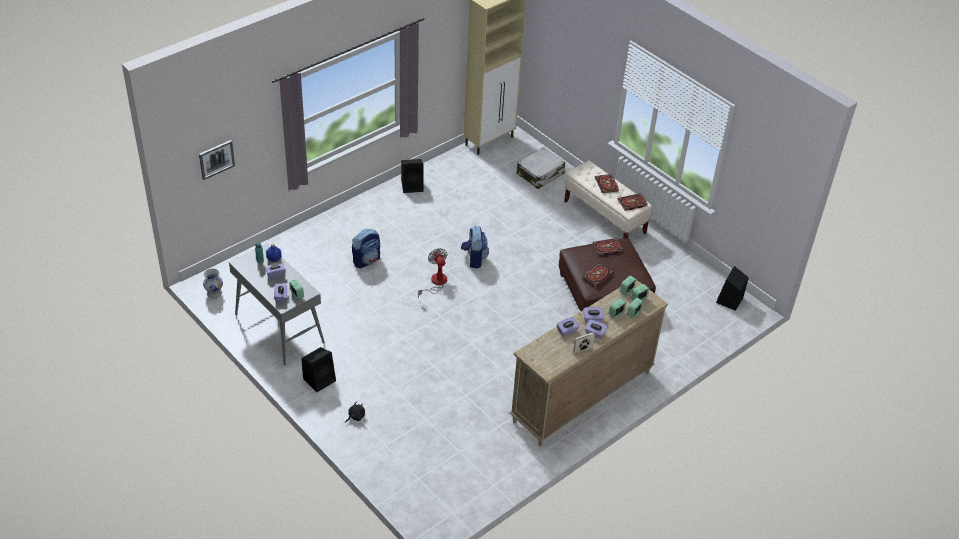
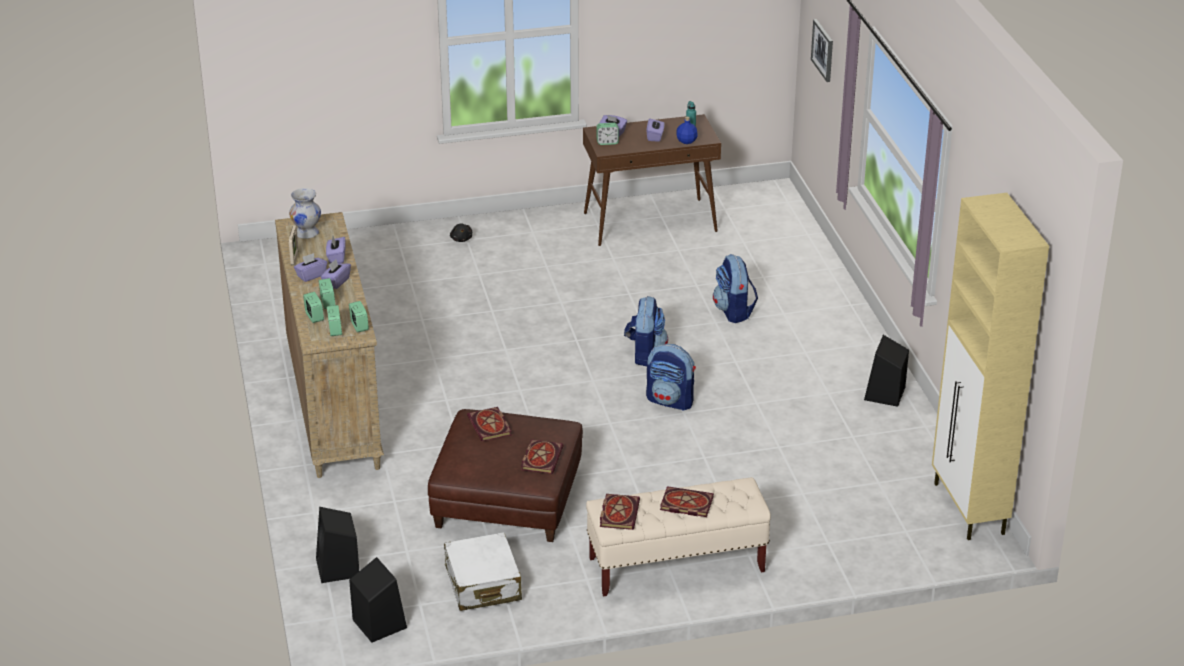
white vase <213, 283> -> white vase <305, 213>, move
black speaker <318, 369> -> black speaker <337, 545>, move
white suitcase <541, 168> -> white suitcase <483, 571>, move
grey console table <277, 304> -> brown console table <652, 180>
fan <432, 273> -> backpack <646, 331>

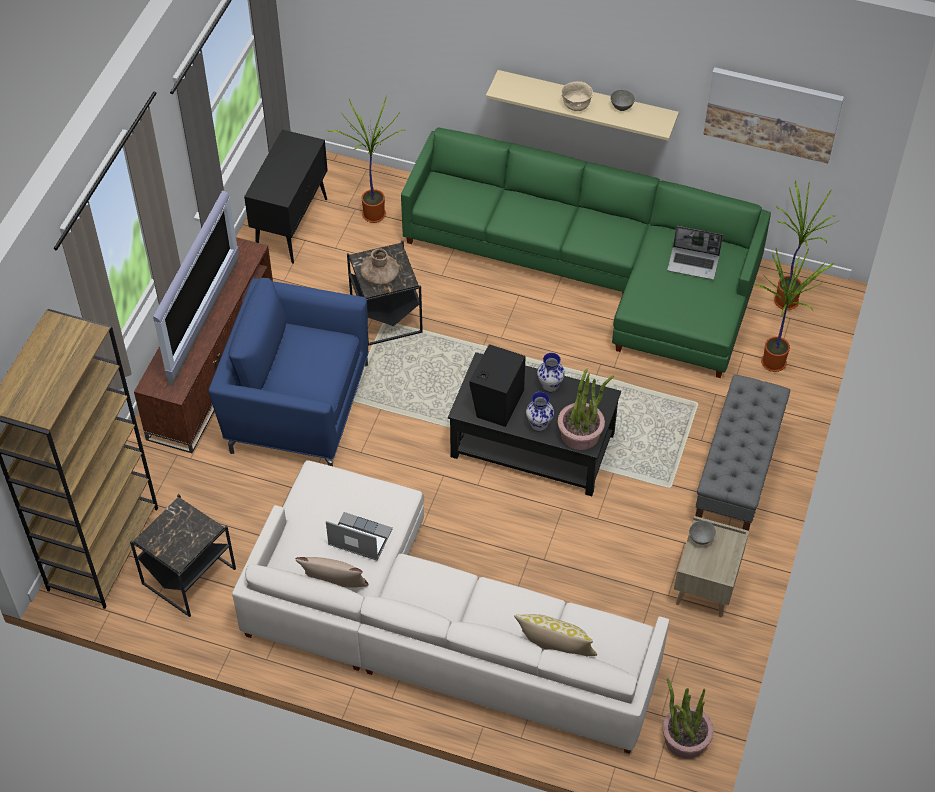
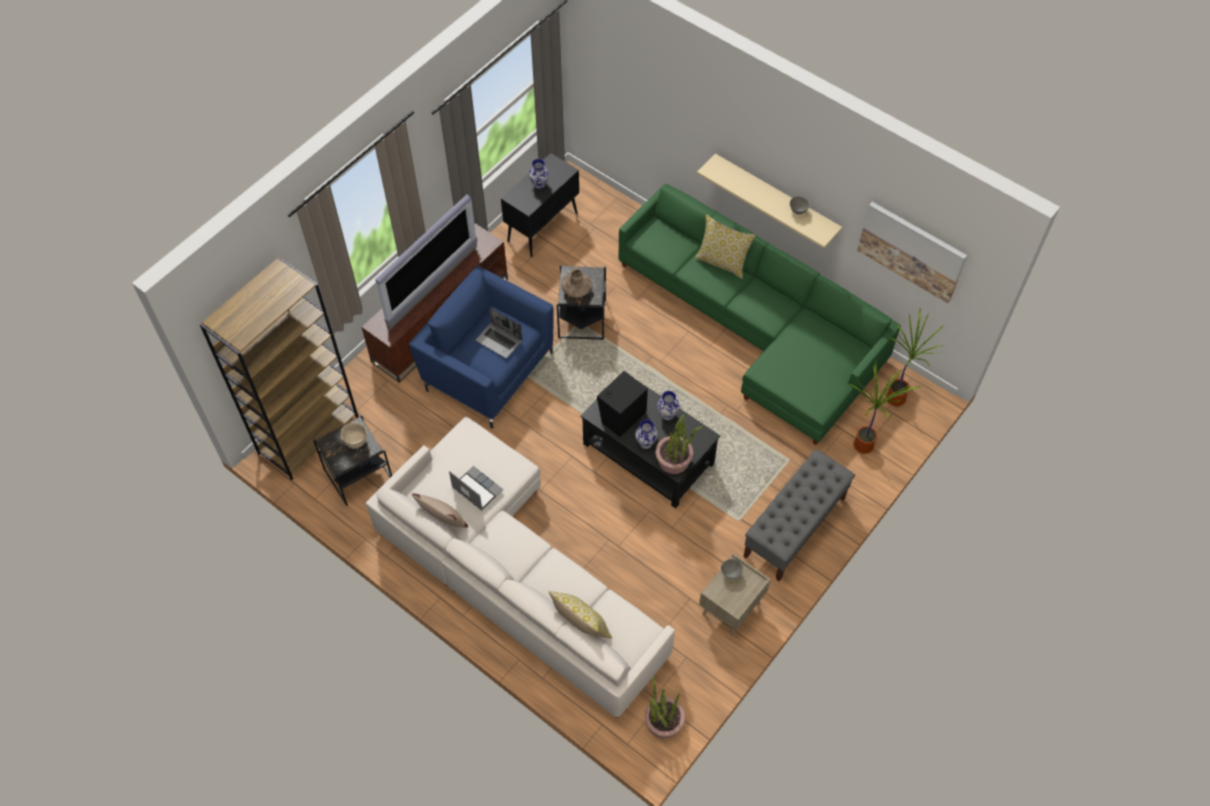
beige bowl <577, 96> -> beige bowl <354, 435>, move
laptop <695, 253> -> laptop <499, 333>, move
none -> vase <539, 174>
none -> pillow <725, 247>
potted plant <365, 159> -> none

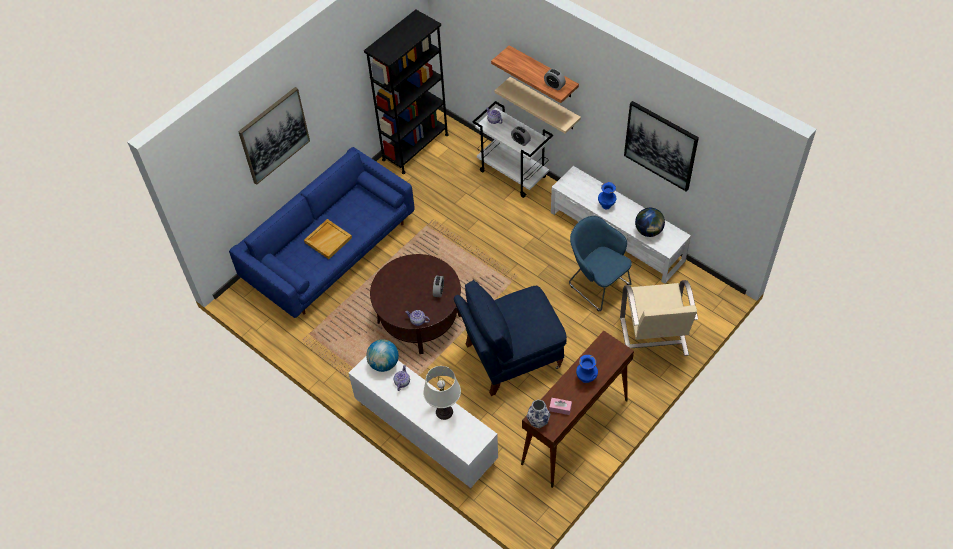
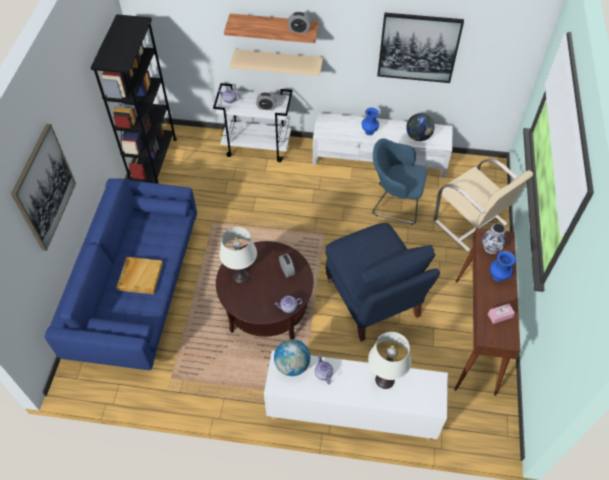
none -> white table lamp <238, 255>
blue armchair <510, 338> -> blue armchair <382, 282>, 60 degrees counterclockwise
vase <538, 413> -> vase <494, 238>, move

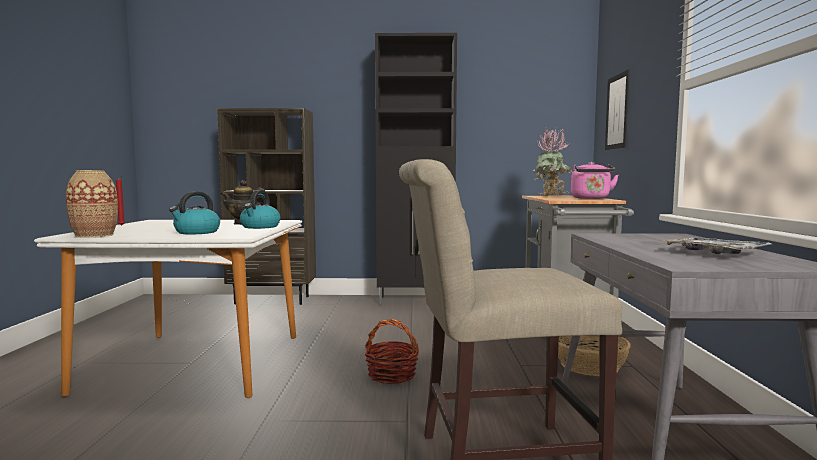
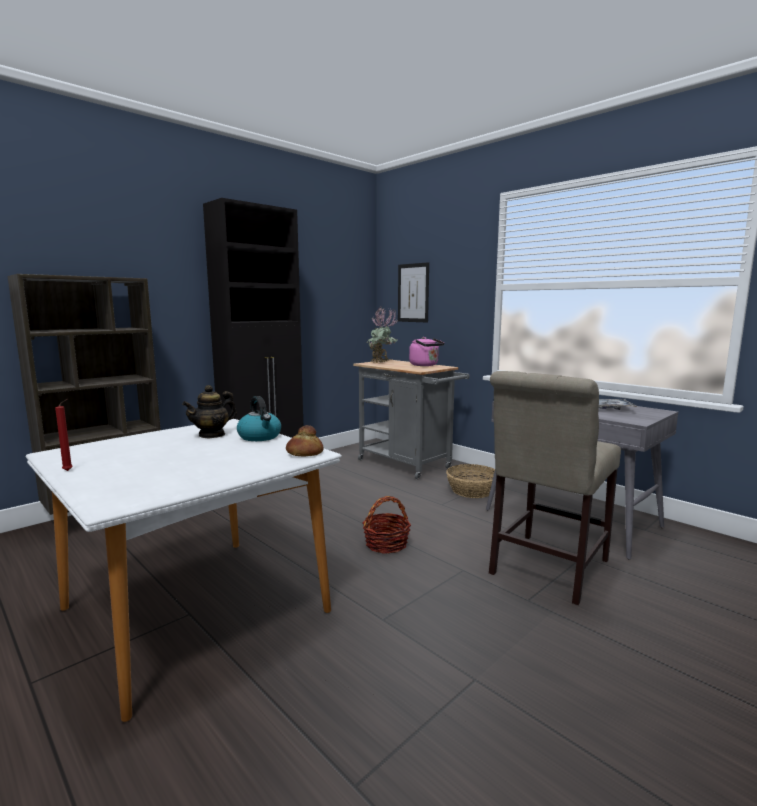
none -> bread <305, 440>
vase <92, 204> -> none
kettle <194, 212> -> none

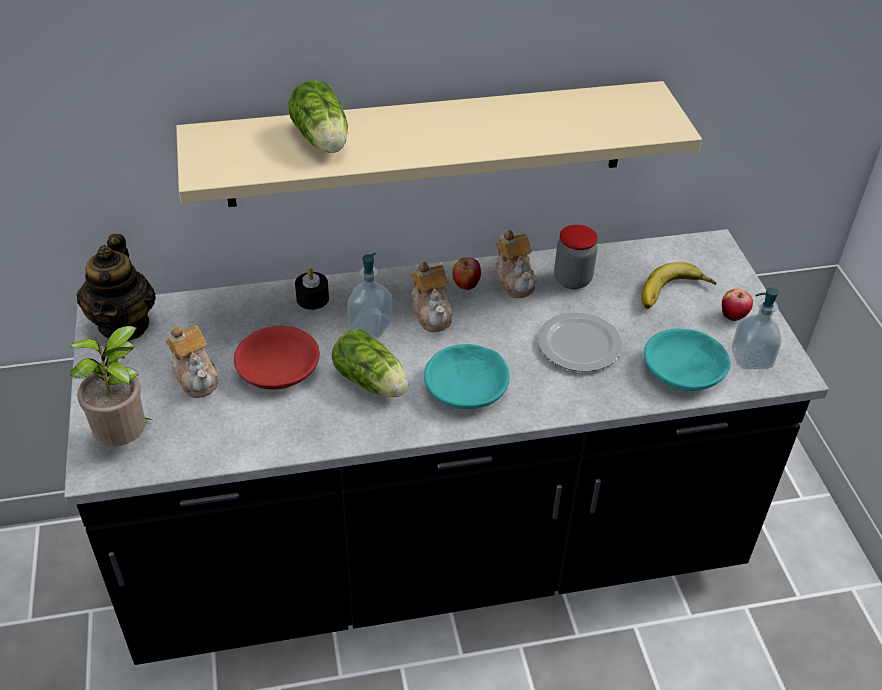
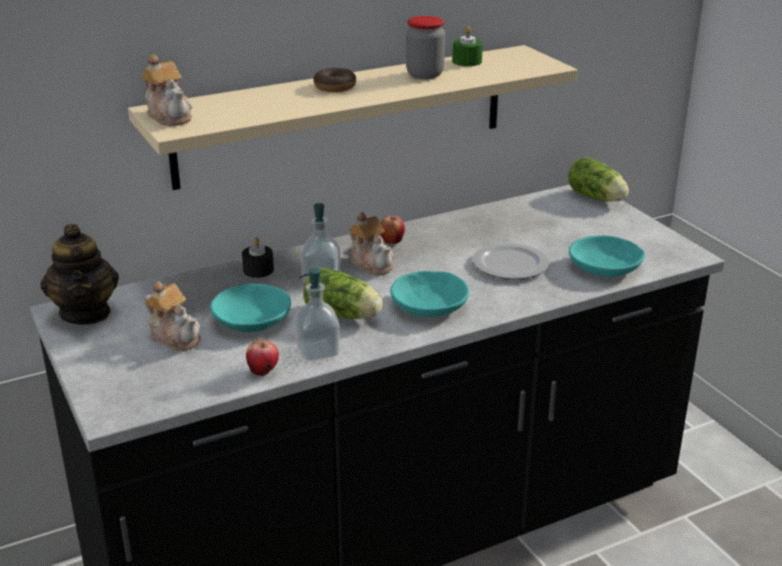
teapot <516, 264> -> teapot <166, 90>, move
red bowl <277, 358> -> turquoise bowl <250, 308>
apple <737, 305> -> apple <262, 358>, move
soap dispenser <757, 328> -> soap dispenser <317, 314>, move
none -> donut <334, 80>
jar <576, 257> -> jar <425, 47>, move
none -> green candle <467, 46>
lettuce <318, 116> -> lettuce <598, 179>, move
potted plant <112, 386> -> none
banana <679, 285> -> none

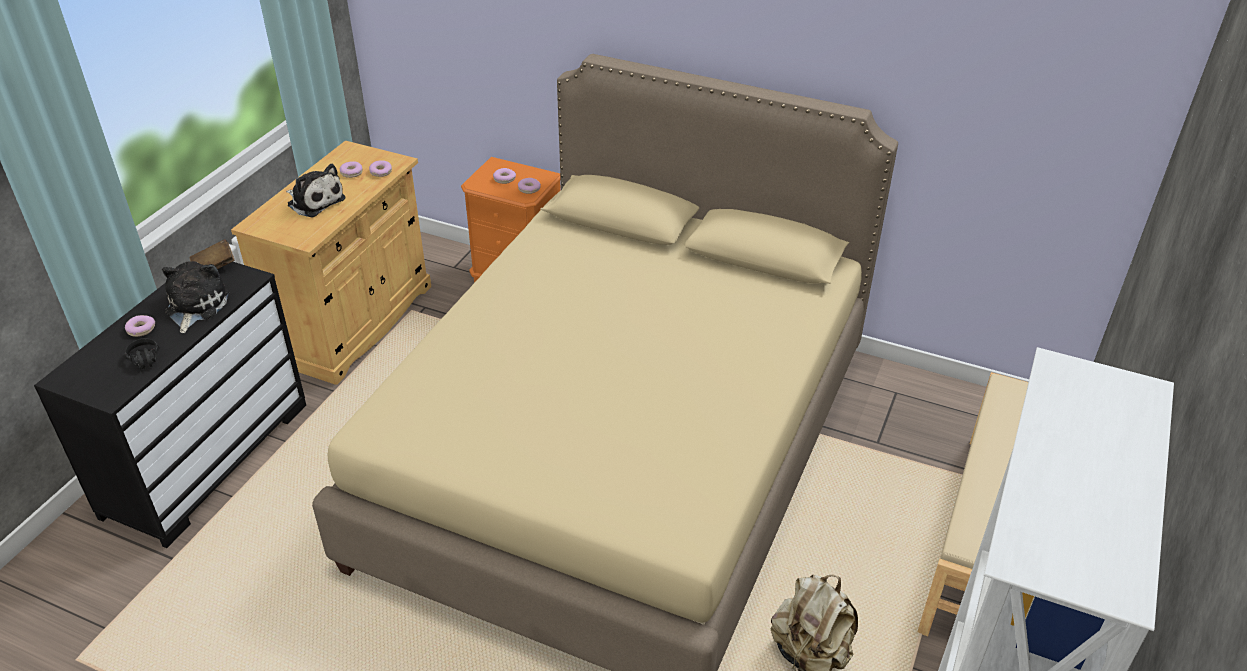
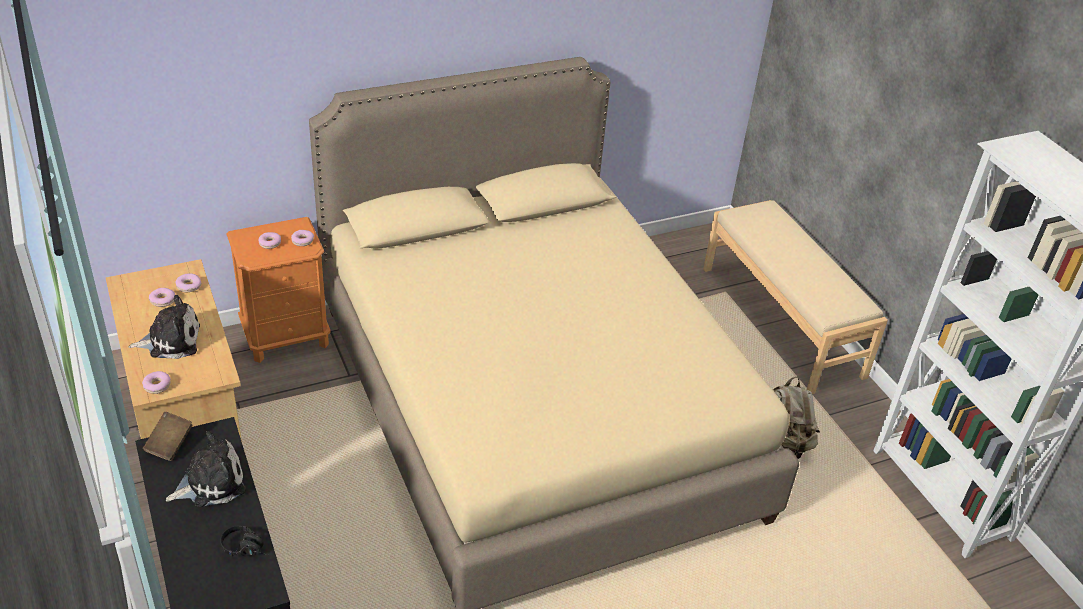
donut <140, 326> -> donut <156, 382>, move
plush toy <195, 297> -> plush toy <206, 469>, 105 degrees clockwise

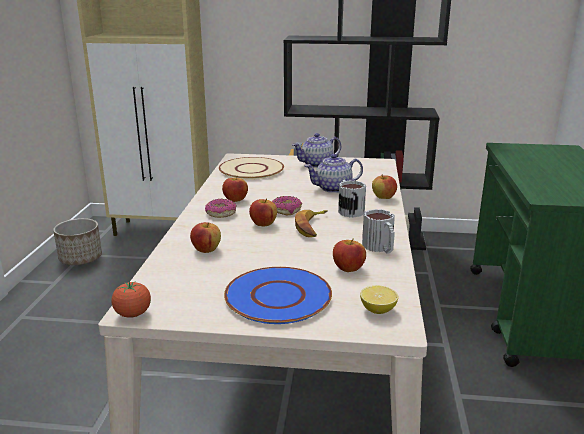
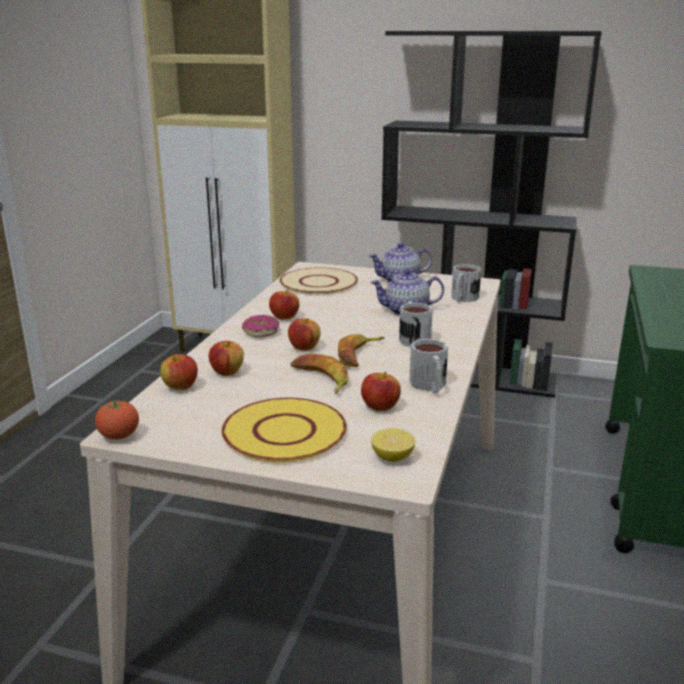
apple <384, 186> -> apple <179, 371>, move
blue plate <278, 295> -> yellow plate <284, 430>
none -> banana <319, 374>
none -> mug <466, 283>
planter <77, 241> -> none
donut <287, 206> -> none

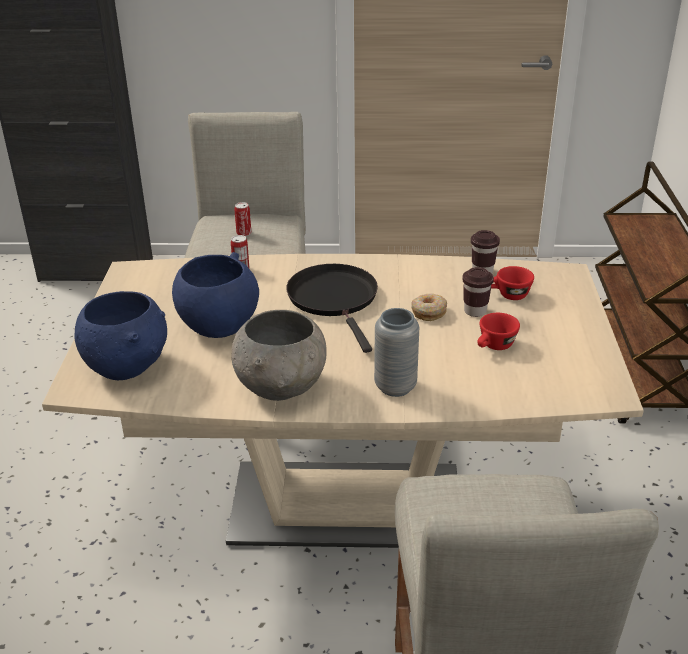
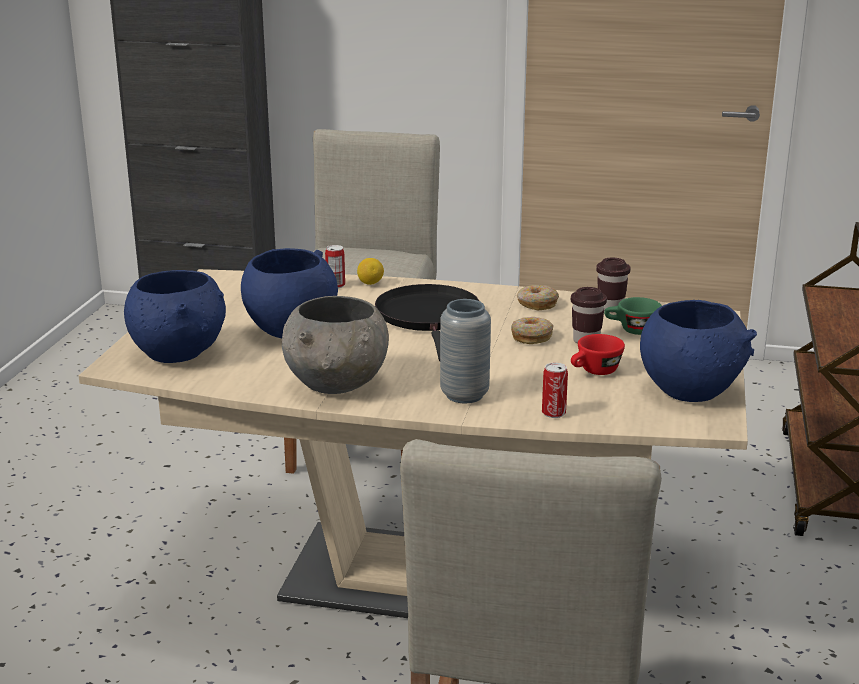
none -> lemon <370, 271>
none -> donut <538, 298>
can <242, 219> -> can <555, 390>, move
red cup <512, 283> -> green cup <633, 316>
none -> blue bowl <698, 351>

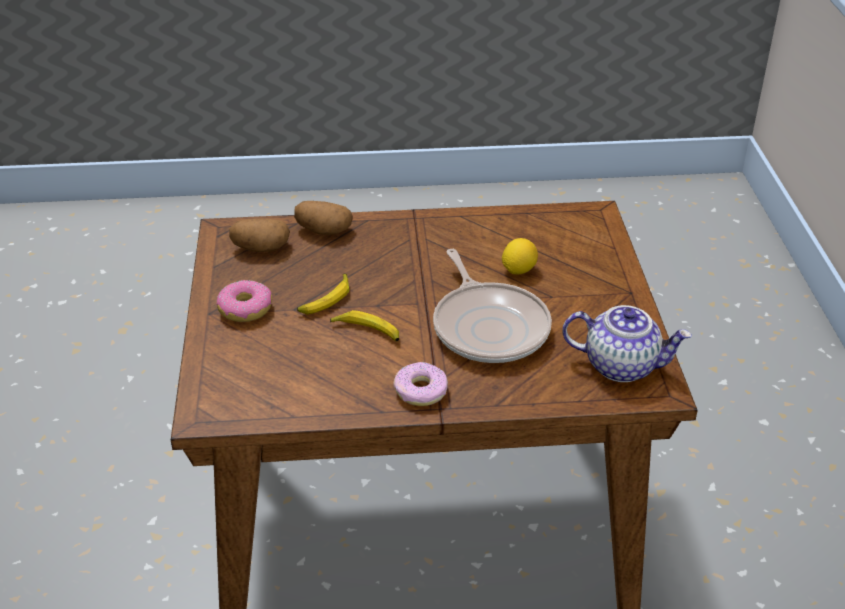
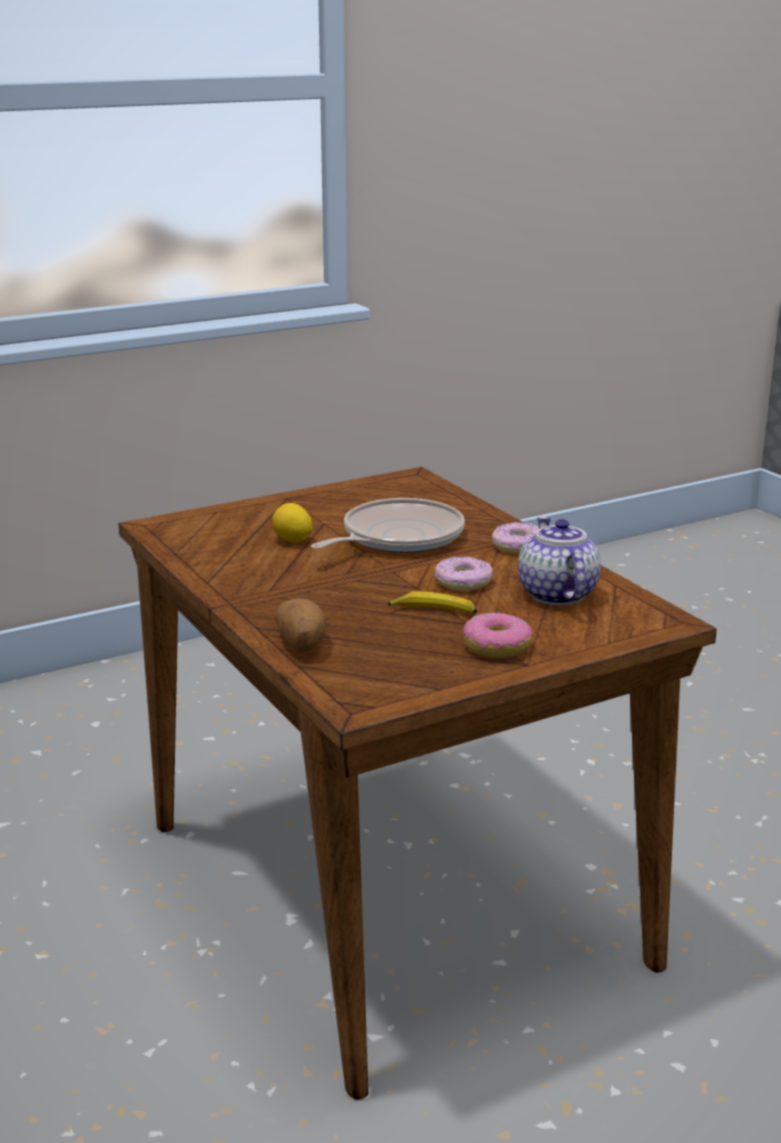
banana <364, 326> -> donut <464, 573>
teapot <627, 343> -> teapot <559, 561>, move
potato <259, 235> -> none

